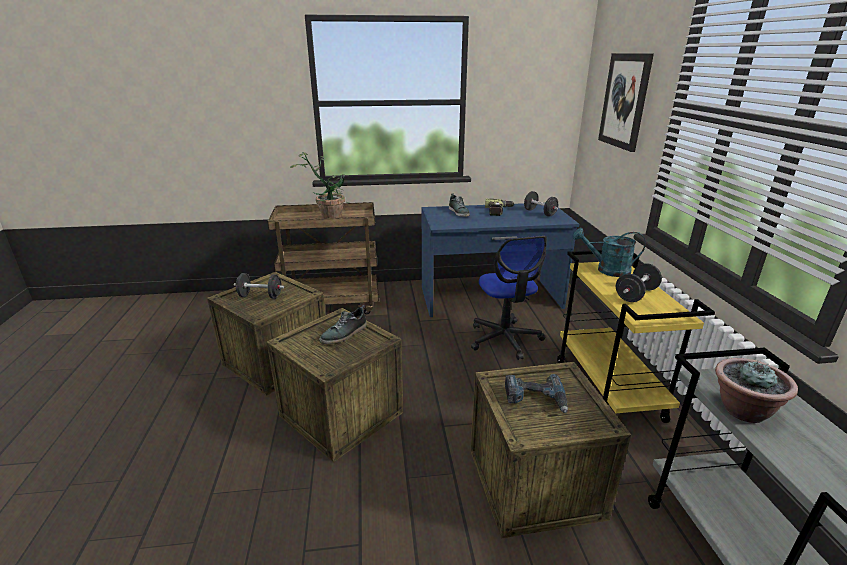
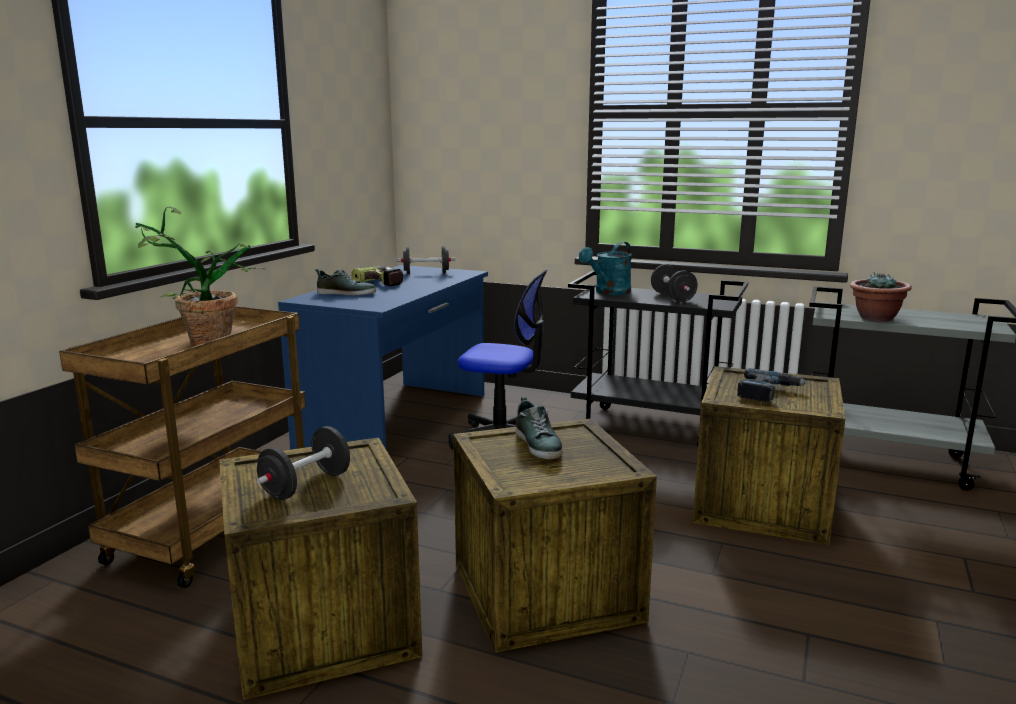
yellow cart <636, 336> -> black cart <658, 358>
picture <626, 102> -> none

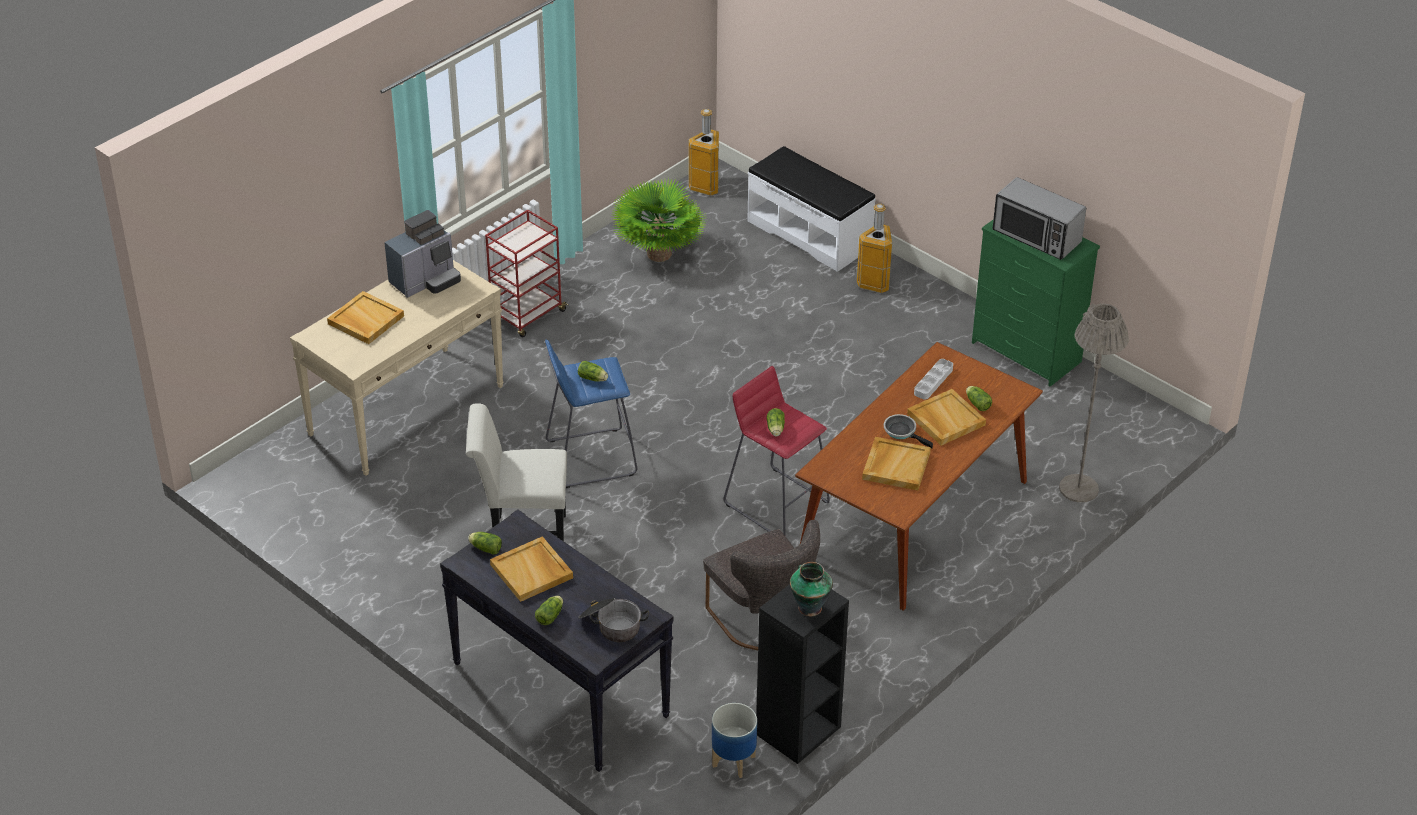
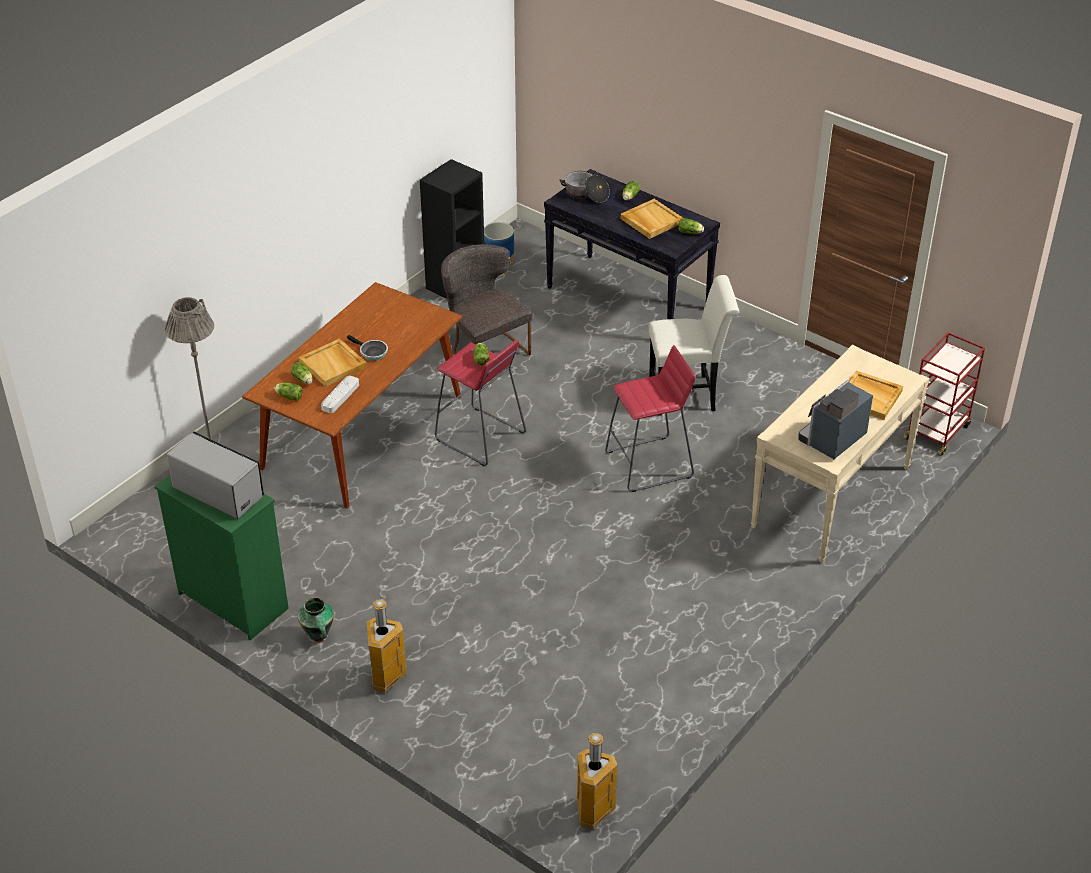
lettuce <593, 371> -> lettuce <288, 391>, move
vase <811, 589> -> vase <316, 620>, move
blue stool <591, 414> -> red stool <650, 418>
red cart <527, 274> -> red cart <944, 394>, move
potted plant <658, 220> -> none
white bench <811, 209> -> none
beige tray <896, 464> -> none

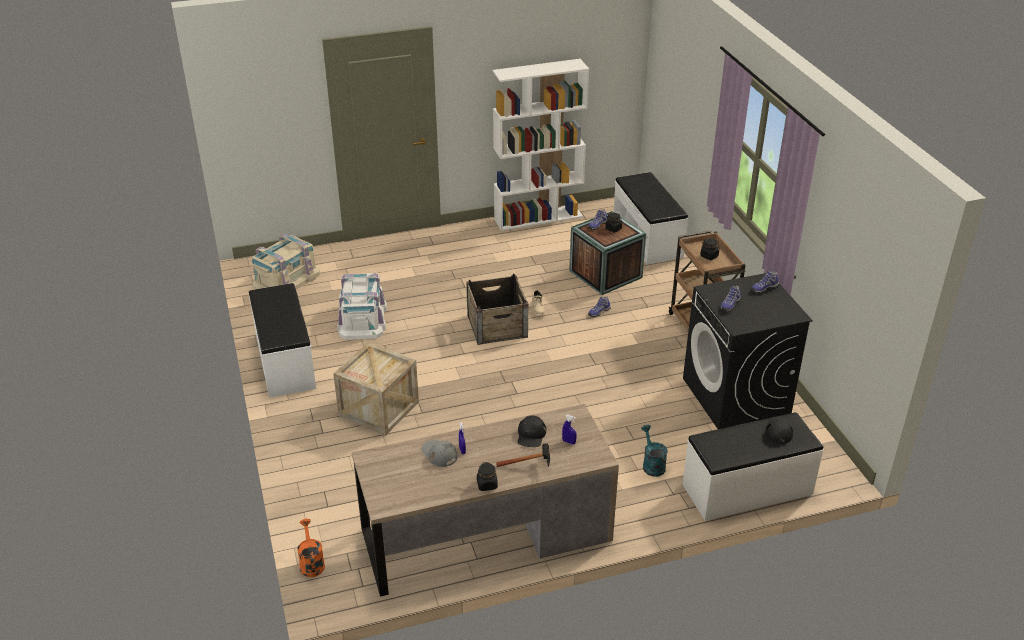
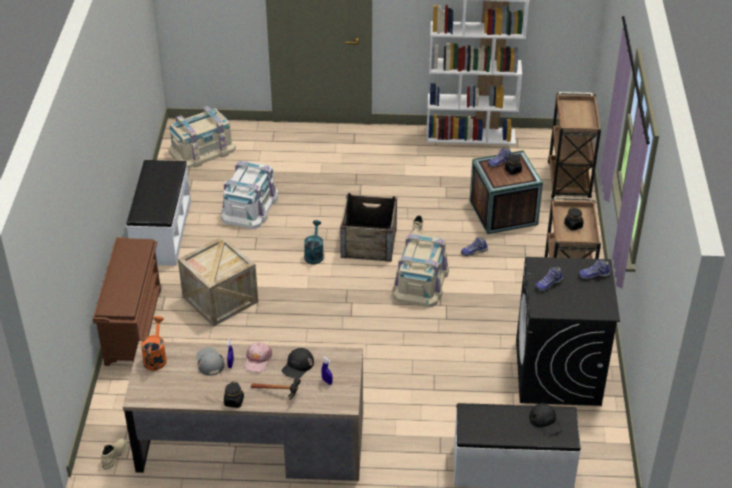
none -> brown shoe rack <127, 301>
none -> beige boot <114, 454>
orange watering can <311, 548> -> orange watering can <154, 343>, move
none -> pink cap <258, 357>
turquoise watering can <654, 451> -> turquoise watering can <314, 242>, move
none -> beige storage box <421, 270>
black cap <779, 430> -> black cap <545, 419>, 120 degrees clockwise
white bench <651, 218> -> brown cart <574, 145>

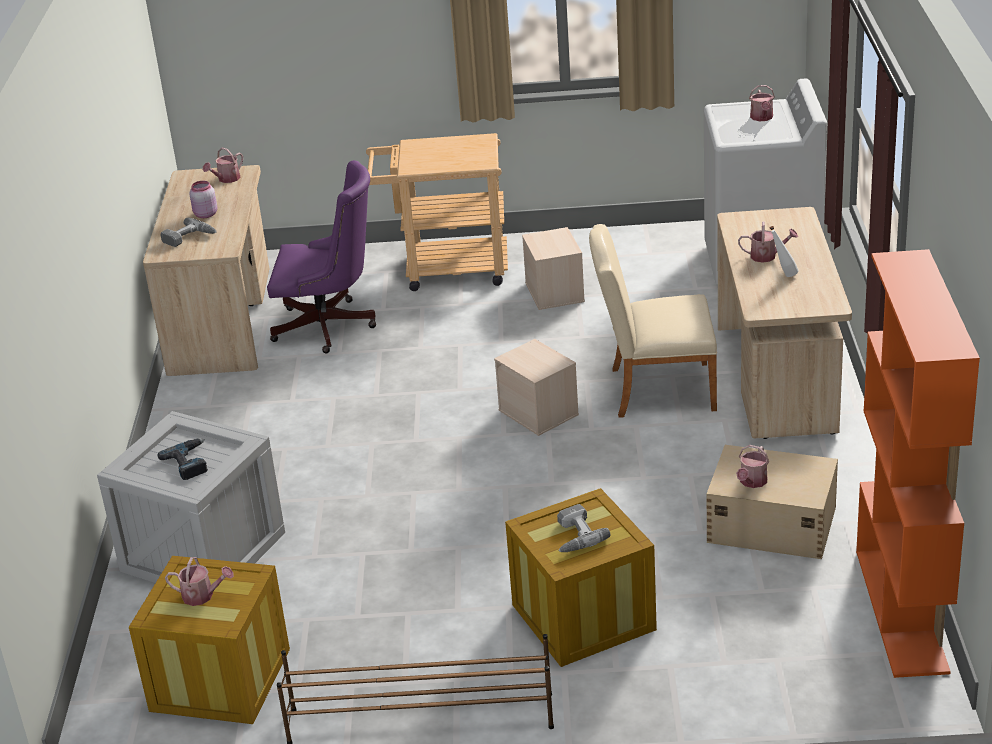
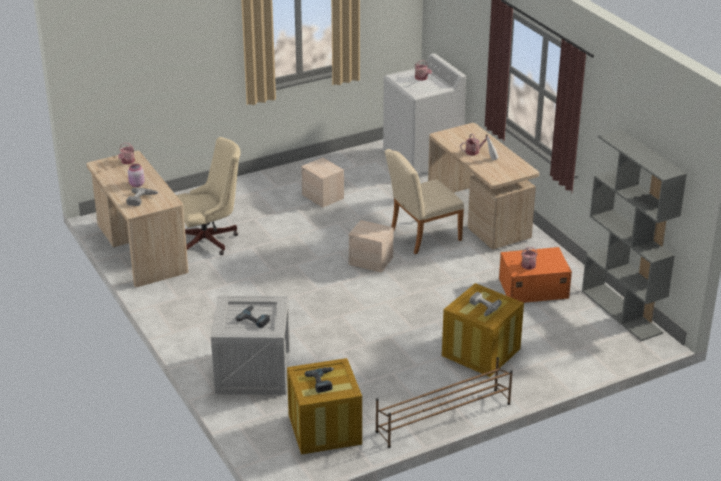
purple office chair <321, 256> -> beige office chair <208, 196>
watering can <199, 581> -> power drill <319, 380>
beige storage box <772, 502> -> orange storage box <535, 275>
orange bookcase <918, 463> -> grey bookcase <634, 235>
beige cart <437, 212> -> none

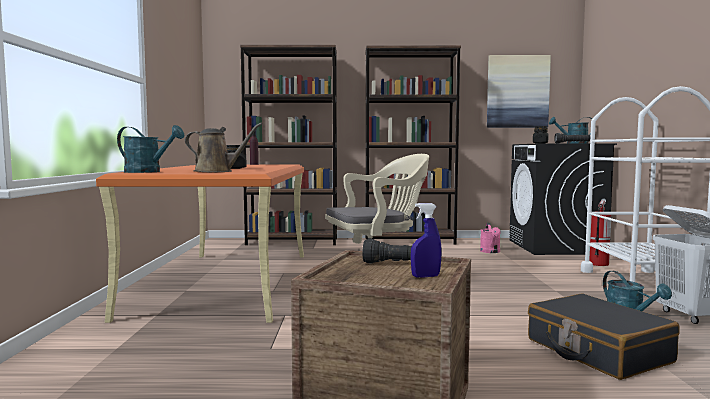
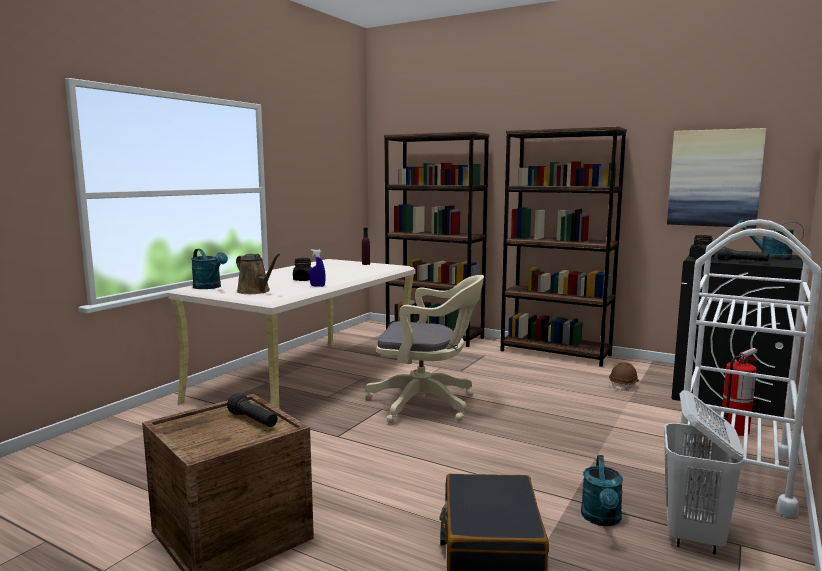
orange desk <200, 244> -> beige desk <292, 334>
blue spray bottle <426, 240> -> blue spray bottle <317, 268>, move
pink watering can <490, 238> -> brown hard hat <624, 376>

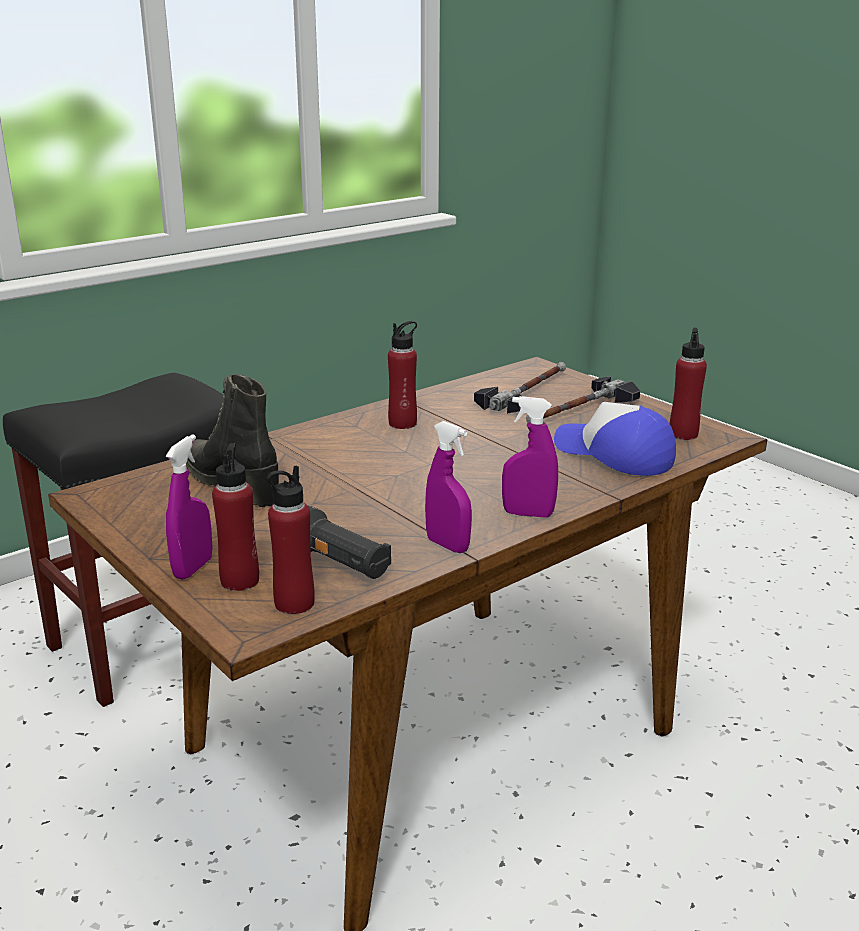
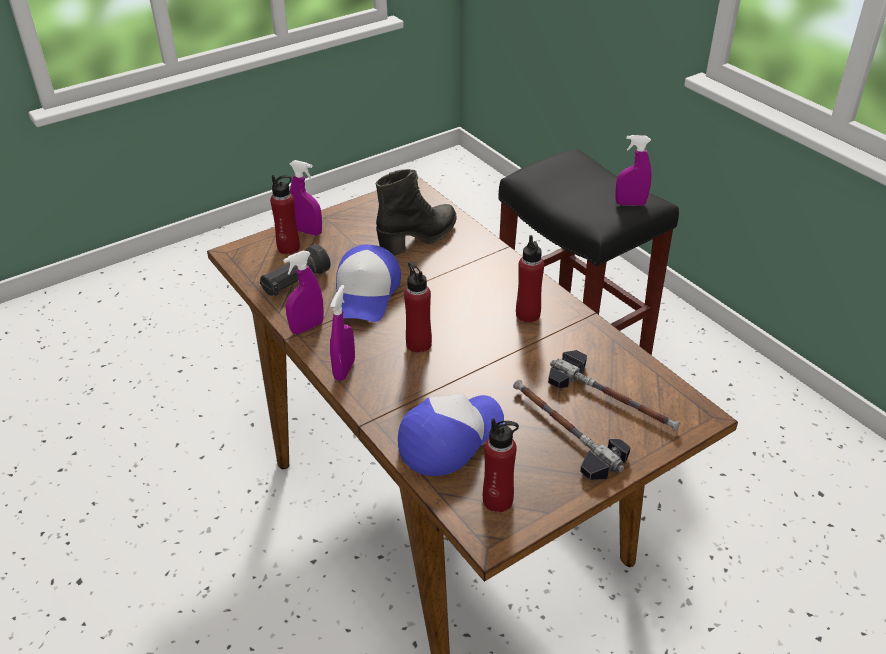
none -> cap <368, 283>
red bottle <291, 539> -> red bottle <418, 307>, move
none -> purple spray bottle <633, 170>

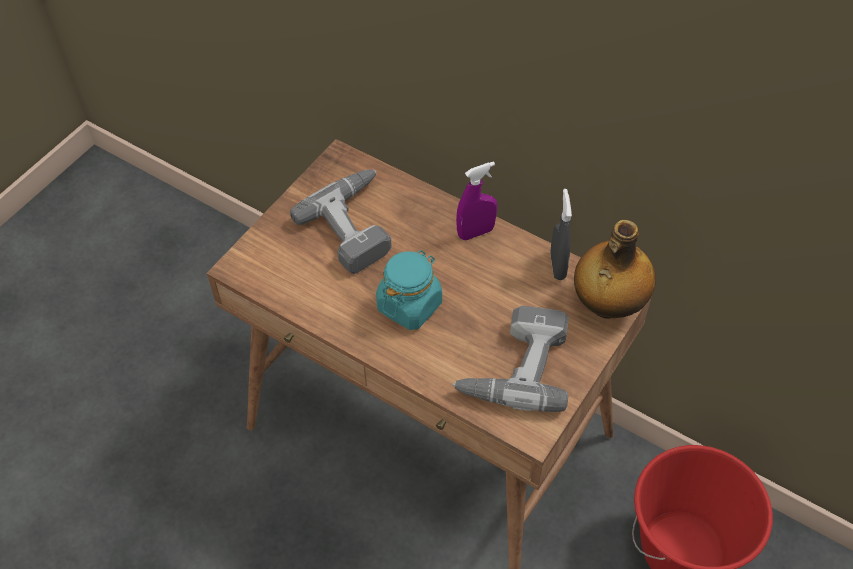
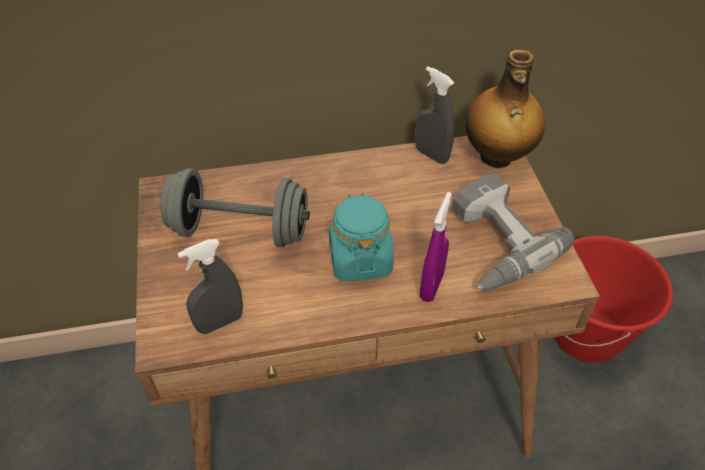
power drill <341, 221> -> grey dumbbell <235, 207>
none -> grey spray bottle <210, 286>
purple spray bottle <476, 200> -> purple spray bottle <436, 247>, move

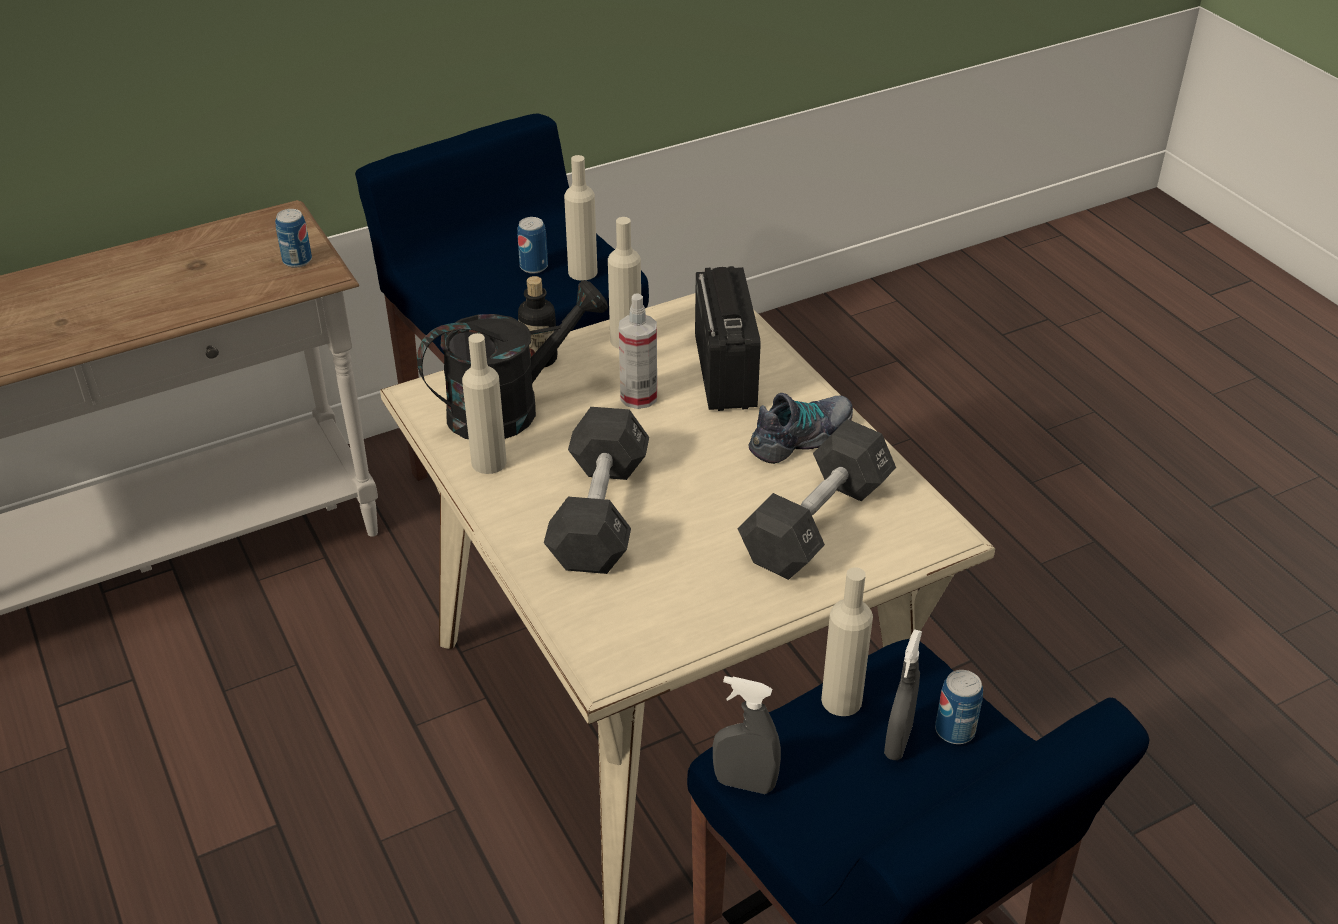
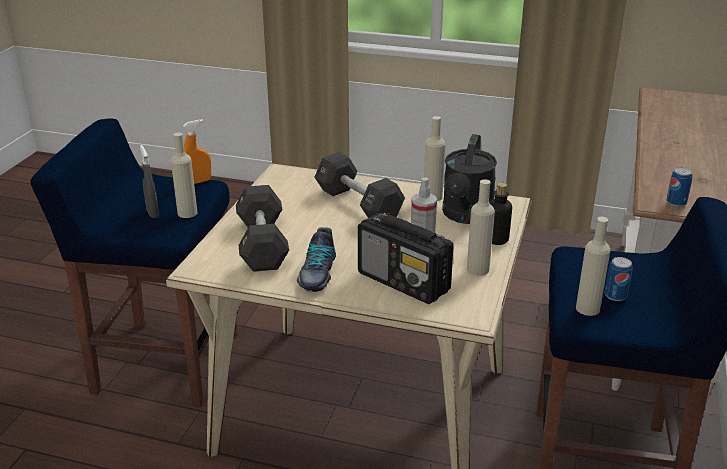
grey spray bottle <747, 735> -> orange spray bottle <197, 151>
can <959, 707> -> none

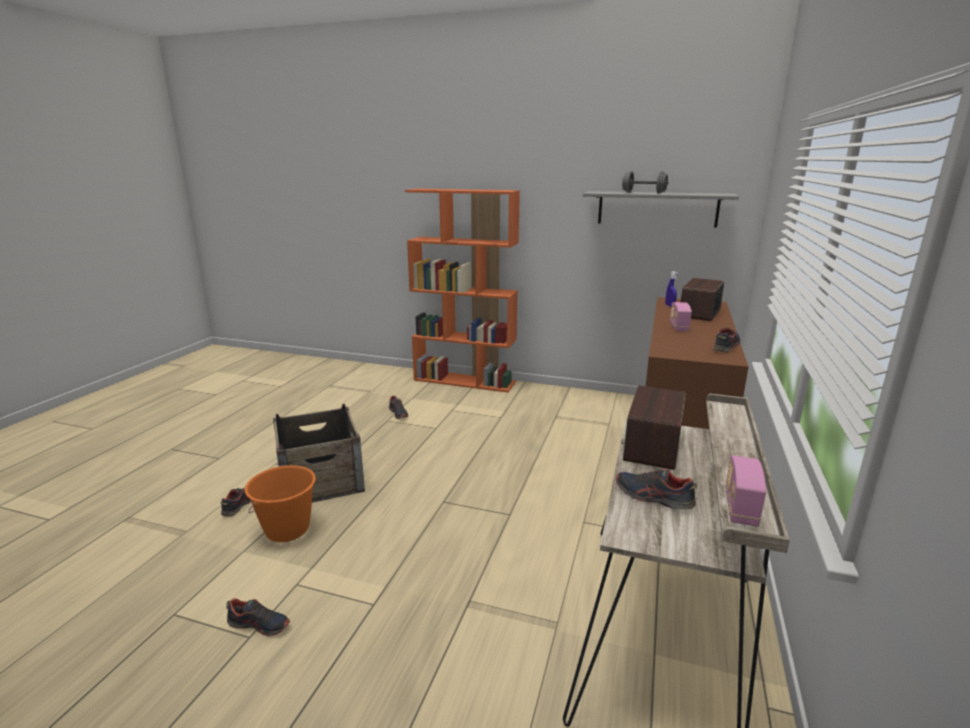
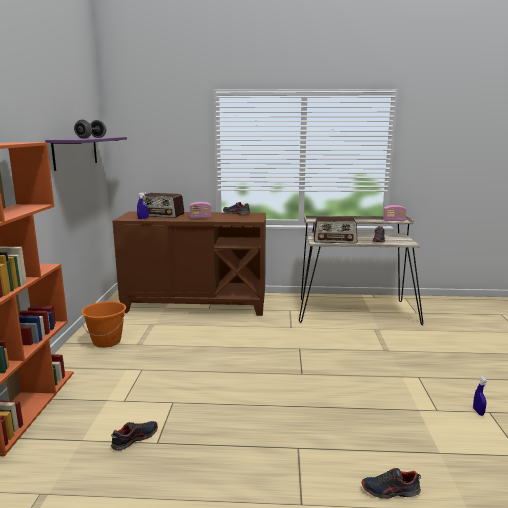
grey shelf <661, 209> -> purple shelf <86, 154>
orange bucket <280, 503> -> orange bucket <103, 324>, move
shoe <258, 617> -> blue spray bottle <480, 396>
crate <319, 453> -> none

